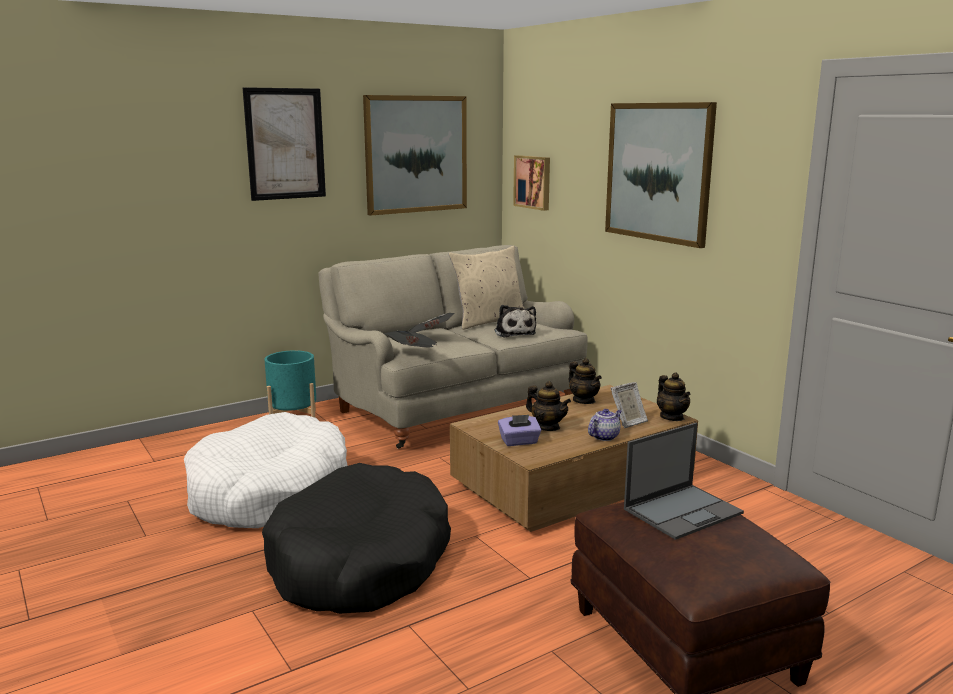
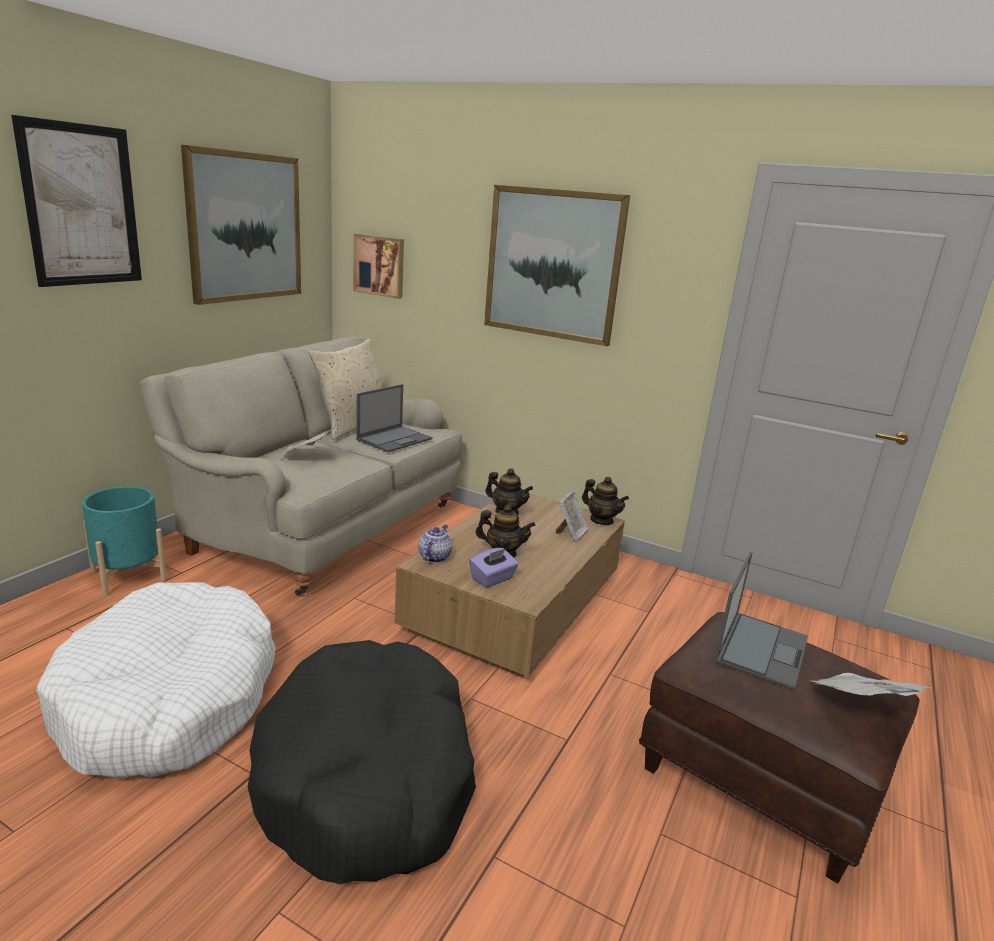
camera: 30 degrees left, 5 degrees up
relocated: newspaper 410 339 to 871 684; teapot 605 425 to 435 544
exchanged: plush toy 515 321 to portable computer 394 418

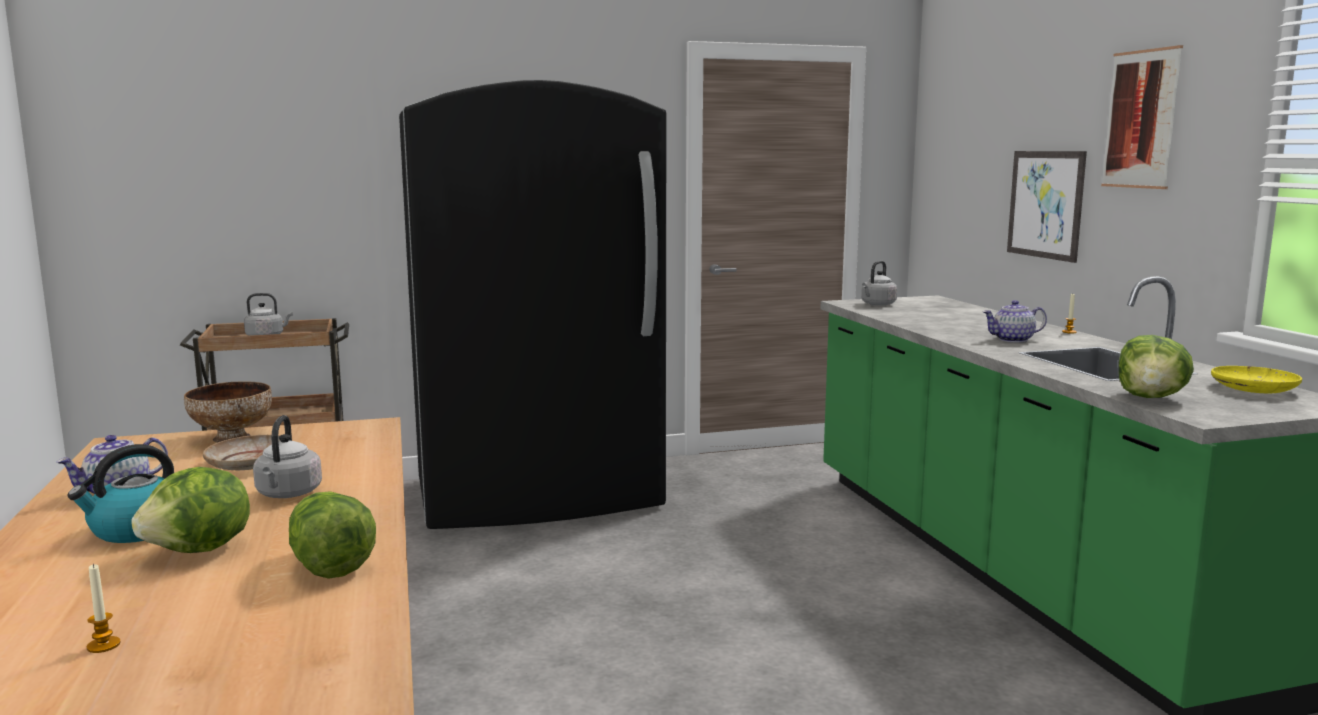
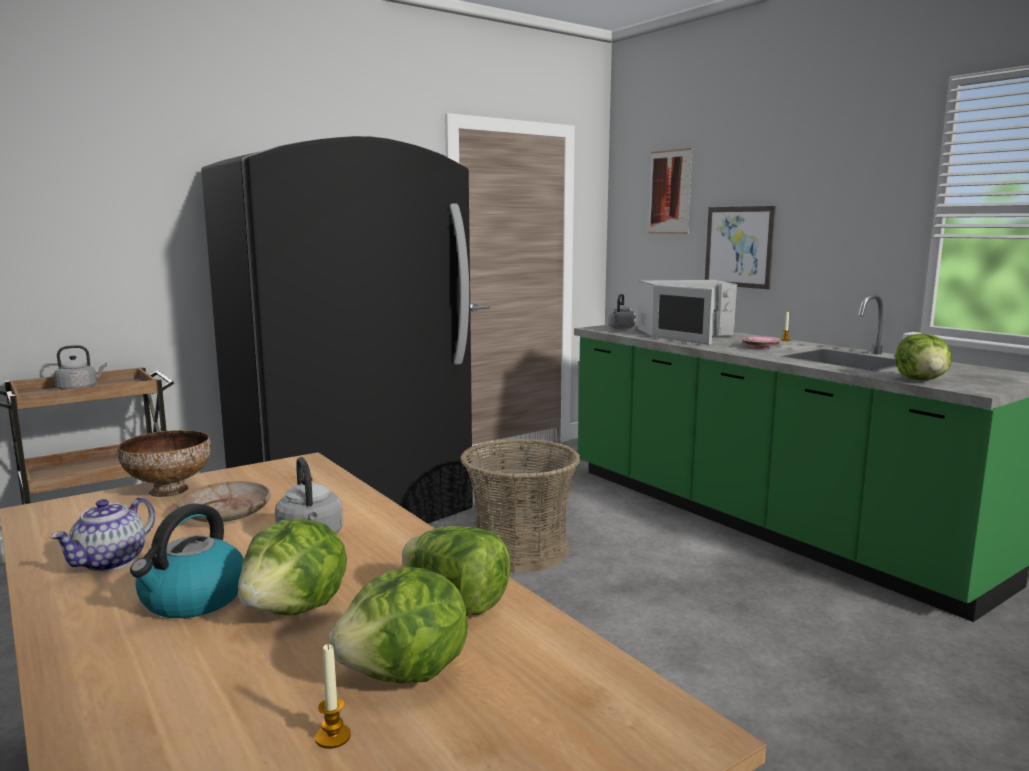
camera: 20 degrees left, 0 degrees up
missing: flat dish (yellow-coloured) 1256 380
appeared: lettuce 398 625; basket 520 505; microwave oven (white) 687 312
relocated: wall art 1142 117 to 670 191
exchanged: teapot 1015 321 to flat dish (pink) 761 342

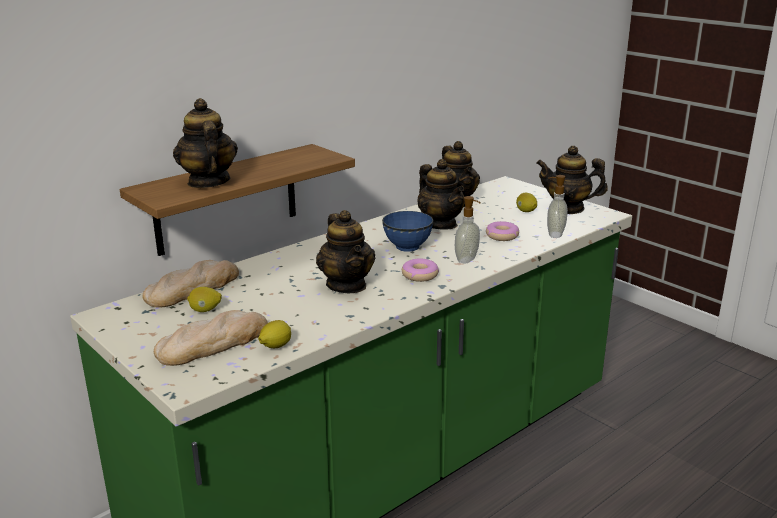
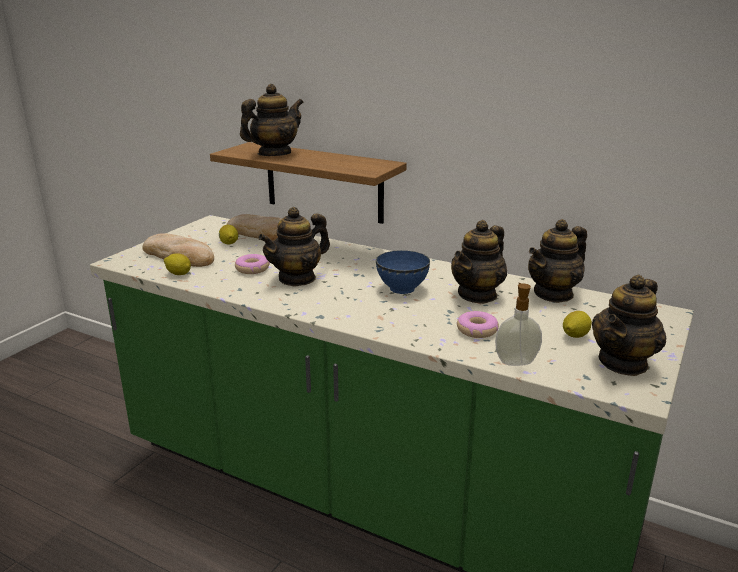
camera: 70 degrees right, 0 degrees up
missing: soap dispenser 468 229
relocated: ring doughnut 420 270 to 252 264
spun: teapot 572 180 = 629 325 135 degrees counterclockwise

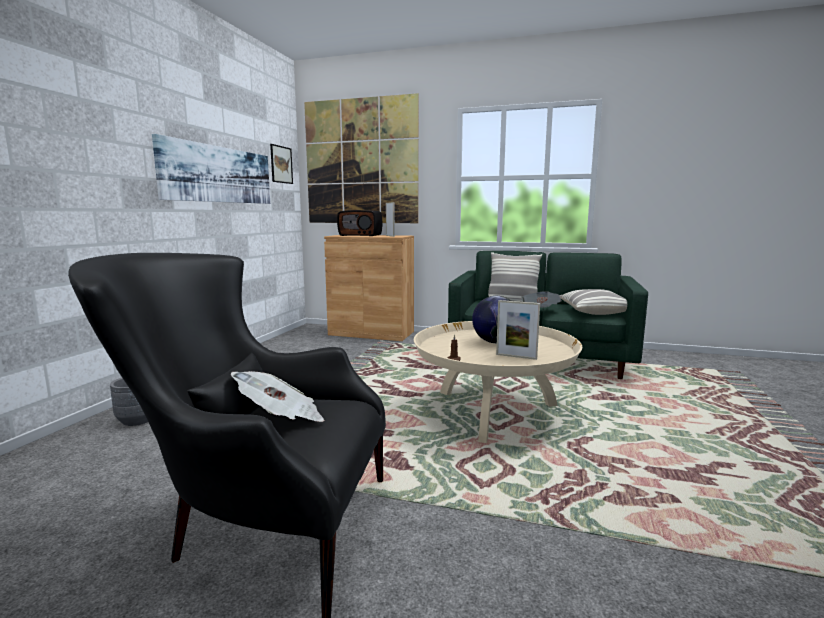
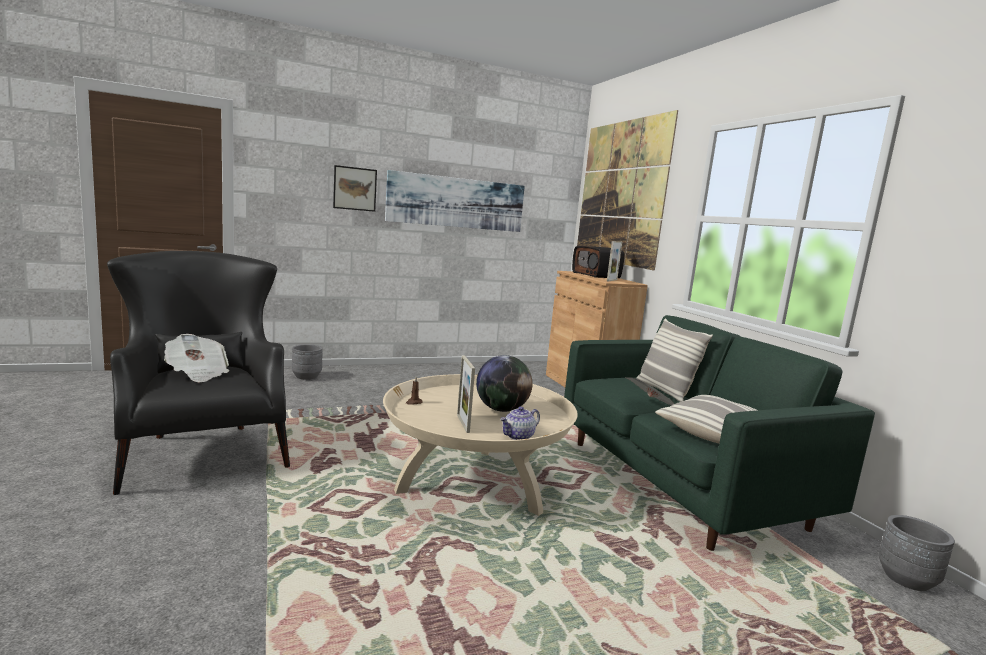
camera: 50 degrees right, 0 degrees up
appeared: teapot 520 423; planter (grey) 916 553
relocated: wall art 281 164 to 355 188

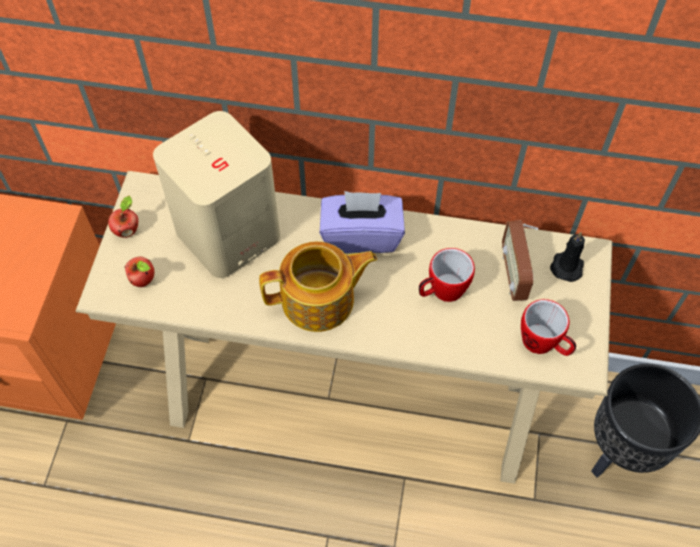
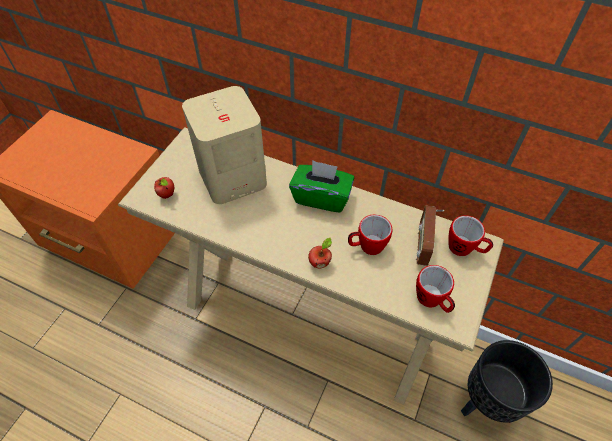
camera: 15 degrees right, 5 degrees down
missing: teapot 318 286
relocated: apple fruit 123 217 to 320 253
exchanged: wax candle (black) 567 257 to mug 471 235
colour: box of tissues (purple) 362 222 to box of tissues (green) 321 186

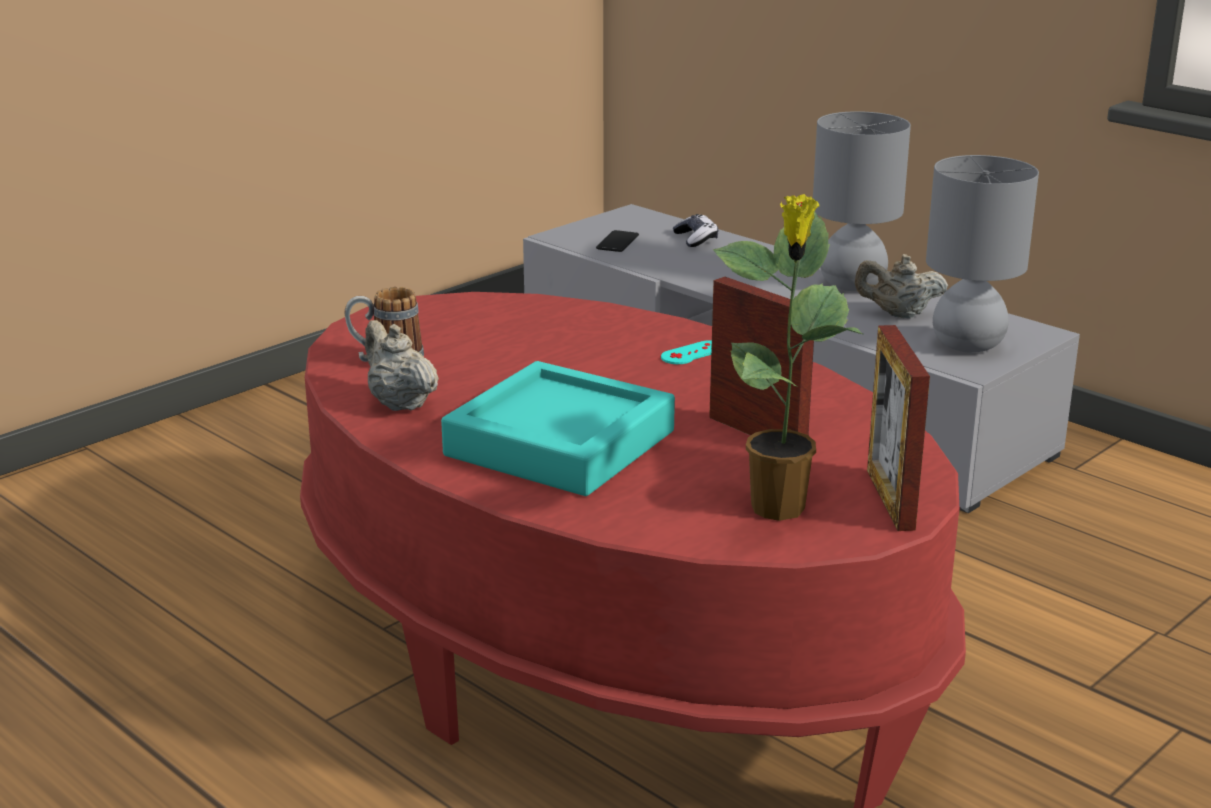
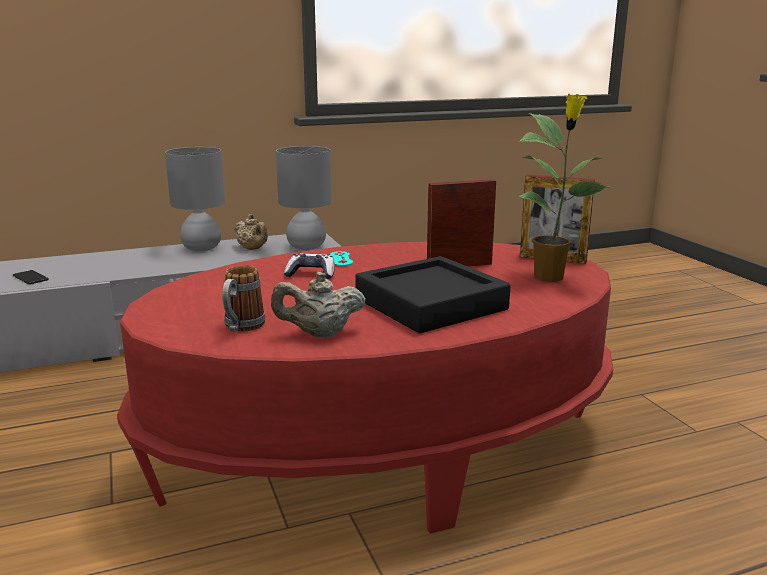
camera: 65 degrees left, 5 degrees down
relocated: joypad 695 230 to 309 266
colour: carrying tray (turquoise-coloured) 558 428 to carrying tray (black) 433 294
spun: teapot (sand-coloured) 901 286 = 251 232 75 degrees counterclockwise

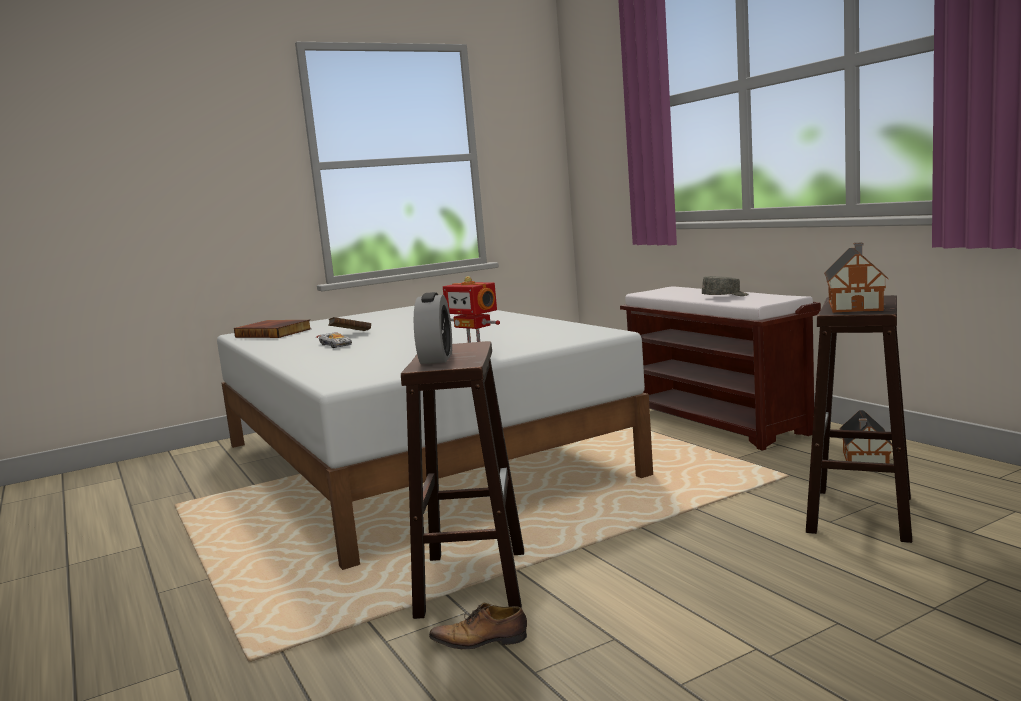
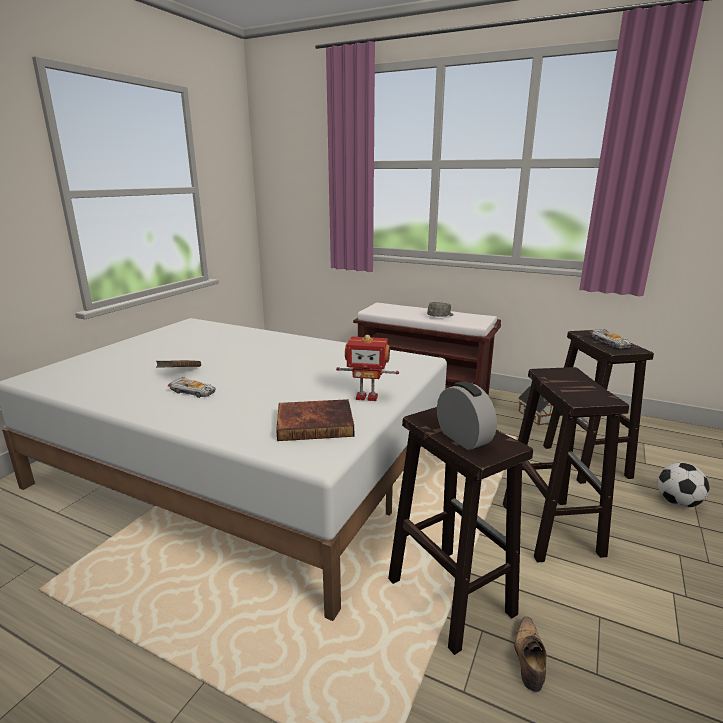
camera: 35 degrees left, 10 degrees up
appeared: stool (brownish) 566 465; football ball 683 485
relocated: volume 273 329 to 315 420
exchanged: model house 856 277 to miniature car 610 338
spun: item of footwear 478 626 = 530 654 135 degrees clockwise

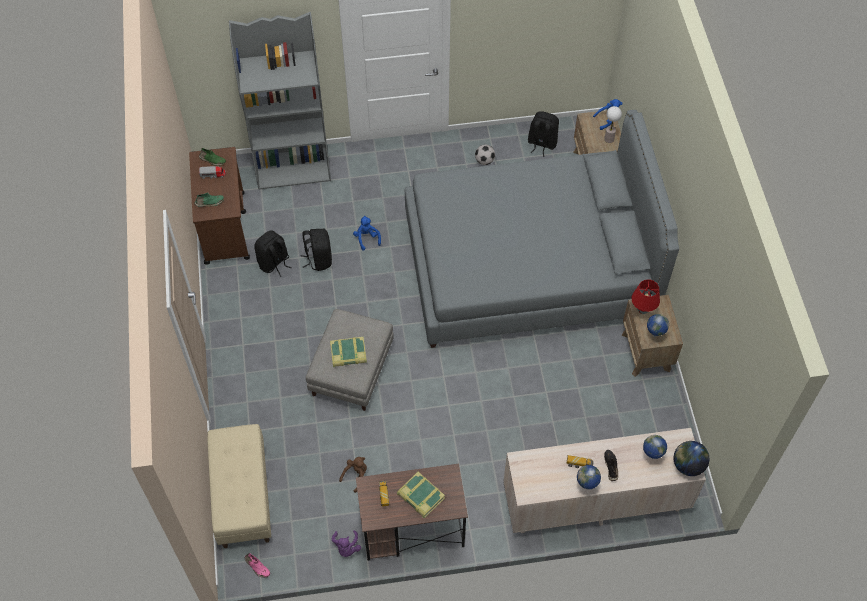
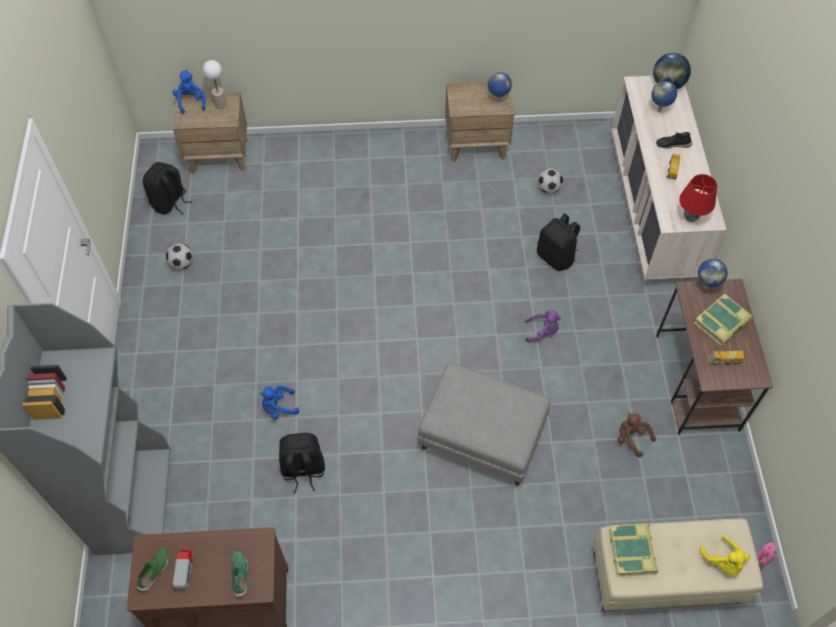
camera: 85 degrees left, 0 degrees up
missing: bedroom bed (grey) 542 229
appeared: football ball 550 181; plush toy (yellow-coloured) 725 556
relocated: backpack (black) 273 253 to 558 242; volume 348 352 to 633 549; plush toy (purple) 346 543 to 543 326; desk globe 589 477 to 713 274; tabletop lamp (red-coloured) 646 296 to 698 198

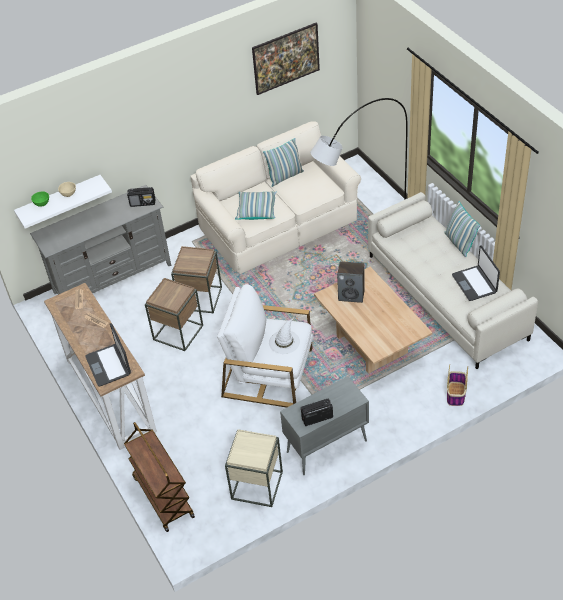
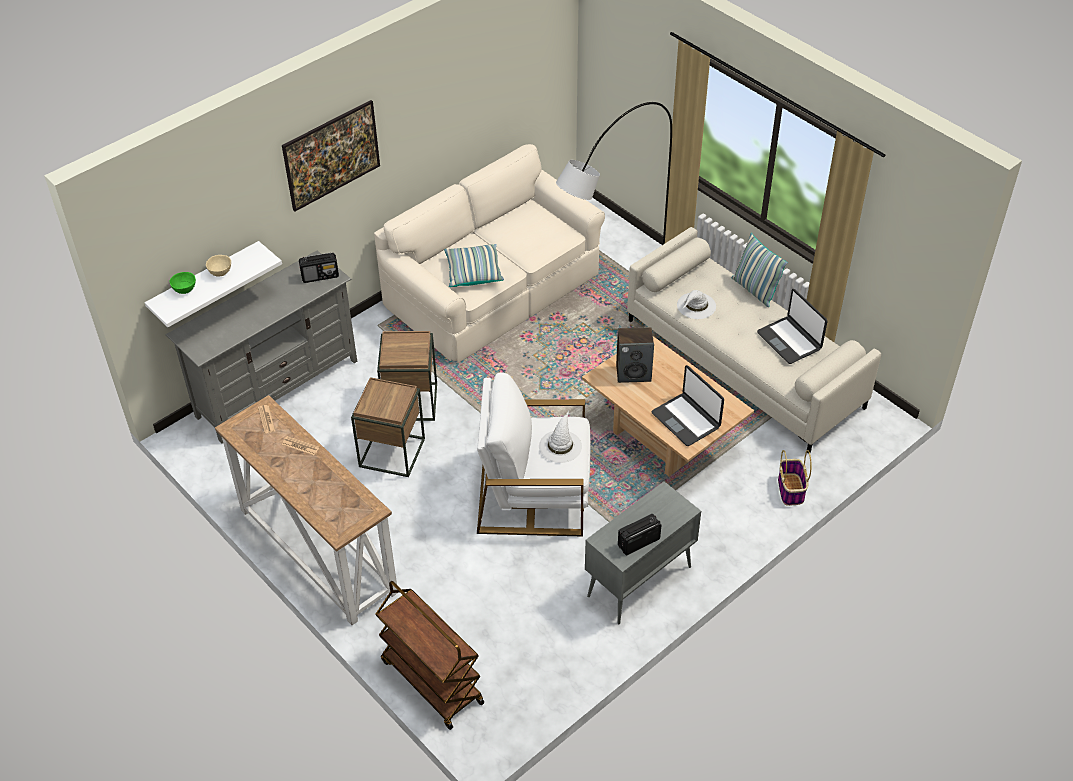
camera: 15 degrees left, 0 degrees up
missing: accent table (sand-coloured) 254 468; cushion 283 162
appeared: clothing hat (white) 696 304
relocated: portable computer 108 355 to 687 405; wall art 286 58 to 331 156

